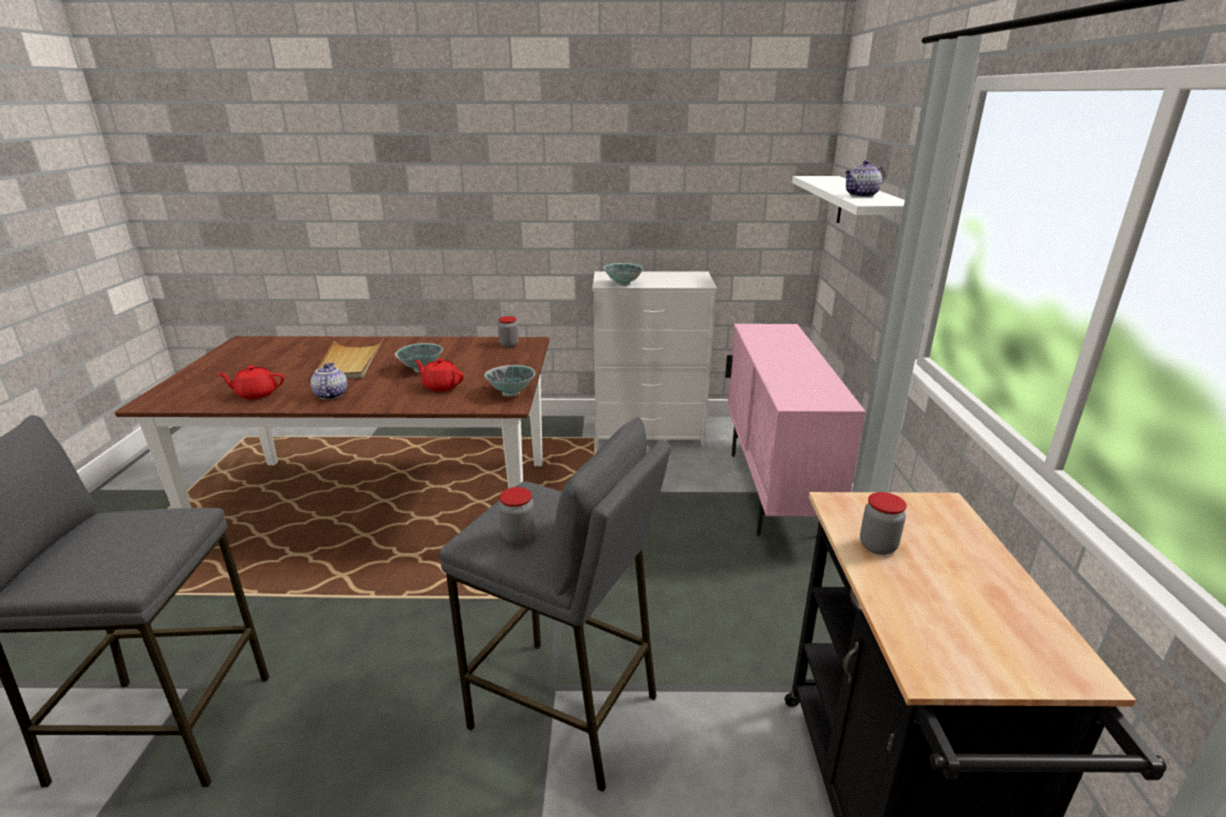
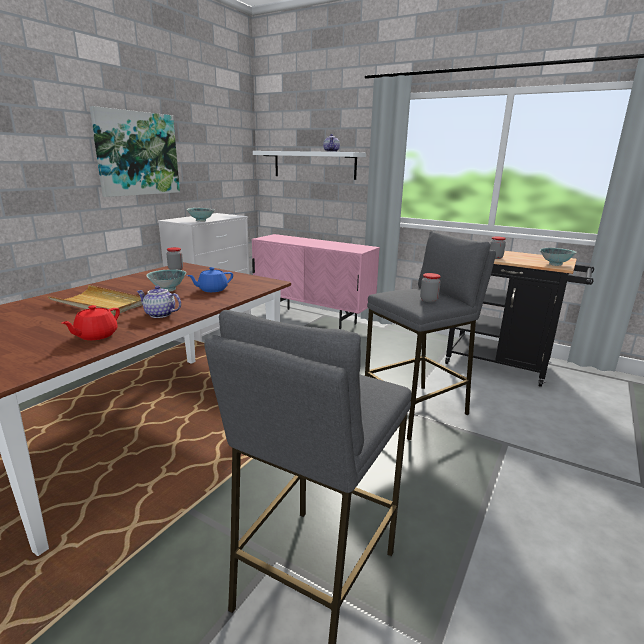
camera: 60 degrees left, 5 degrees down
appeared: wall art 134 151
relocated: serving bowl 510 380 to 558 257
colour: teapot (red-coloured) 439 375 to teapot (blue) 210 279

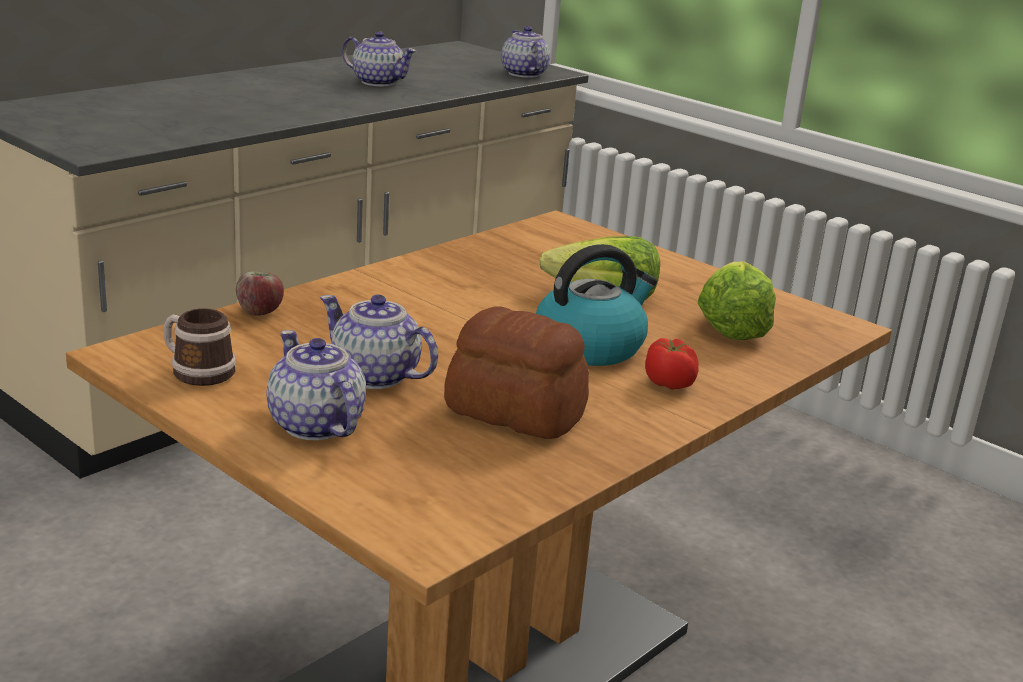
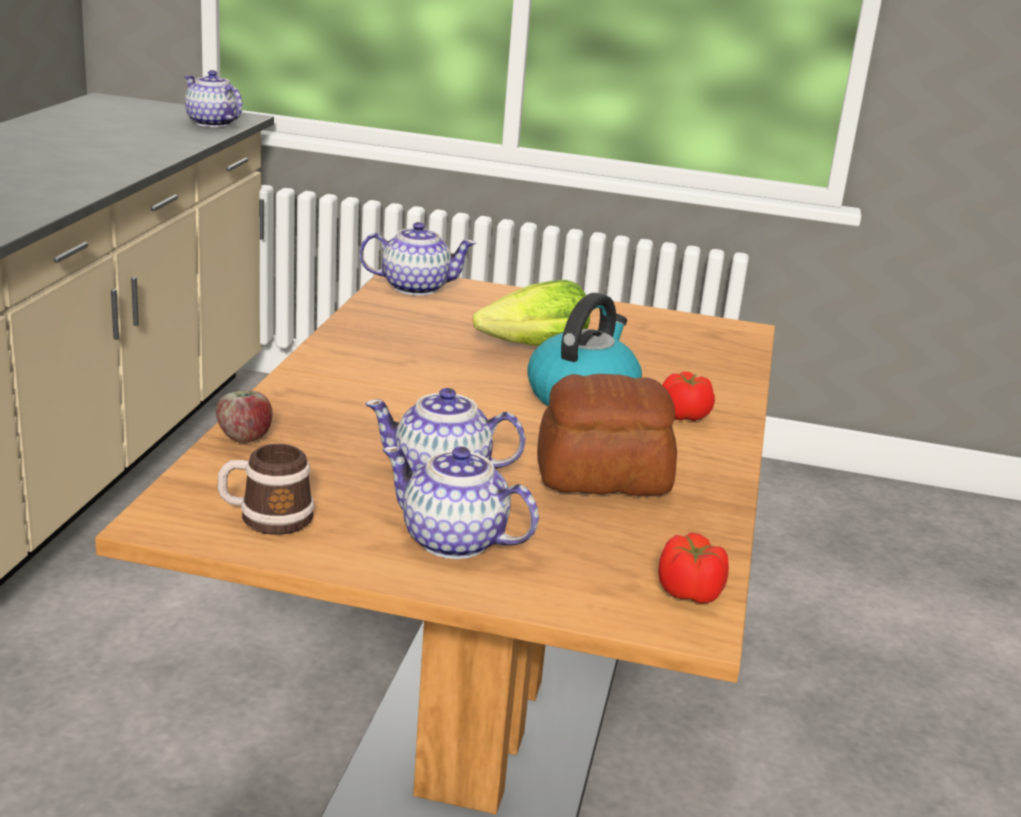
camera: 30 degrees left, 0 degrees up
missing: lettuce 737 300
appeared: fresh tomato 693 568
relocated: teapot 379 58 to 417 259

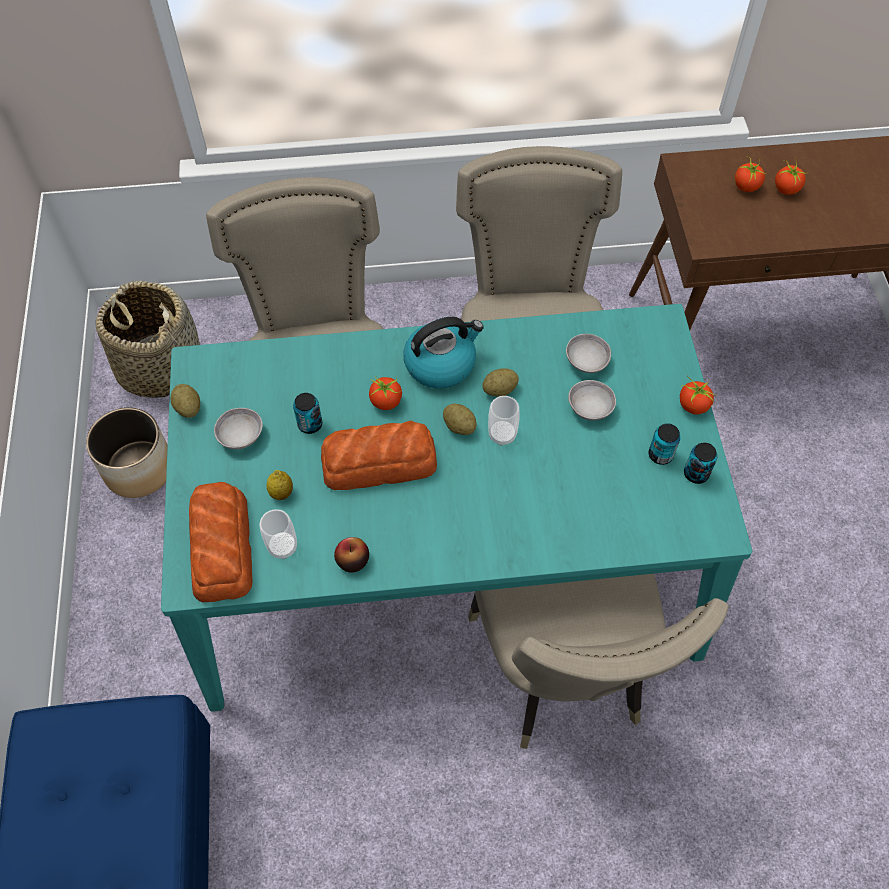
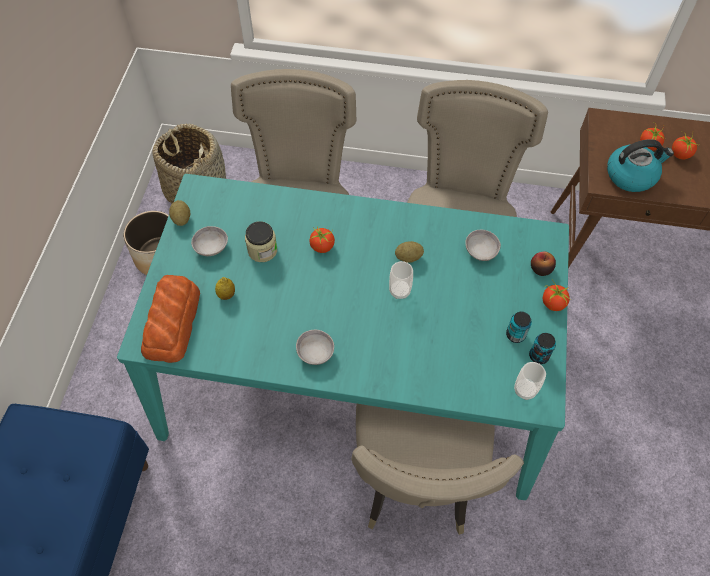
camera: 15 degrees right, 0 degrees up
missing: baked bread 379 455; potato 460 419
relocated: drinking cup 278 534 to 530 381; apple fruit 351 554 to 543 264; tea kettle 444 353 to 640 165; serving bowl (grey) 592 400 to 315 347
exchanged: sealed can 307 413 to storage jar 261 241

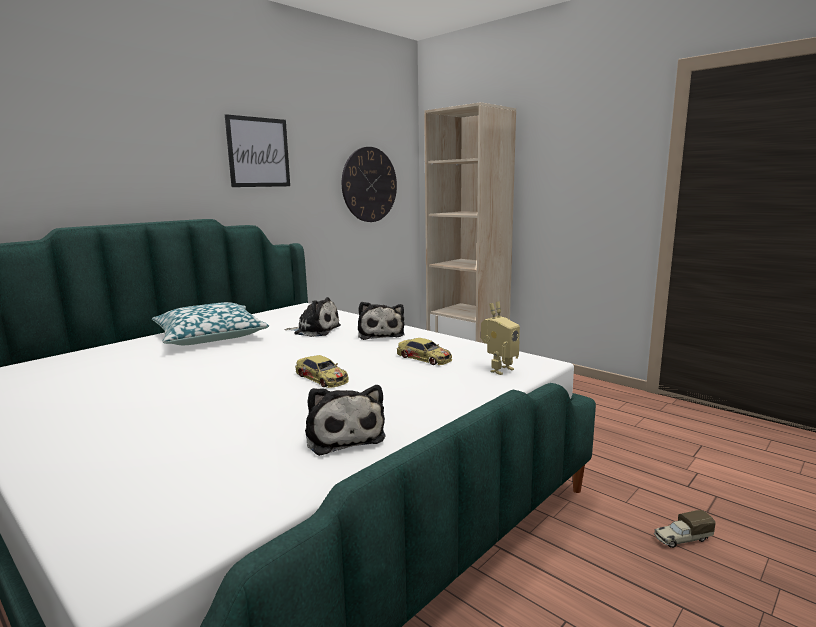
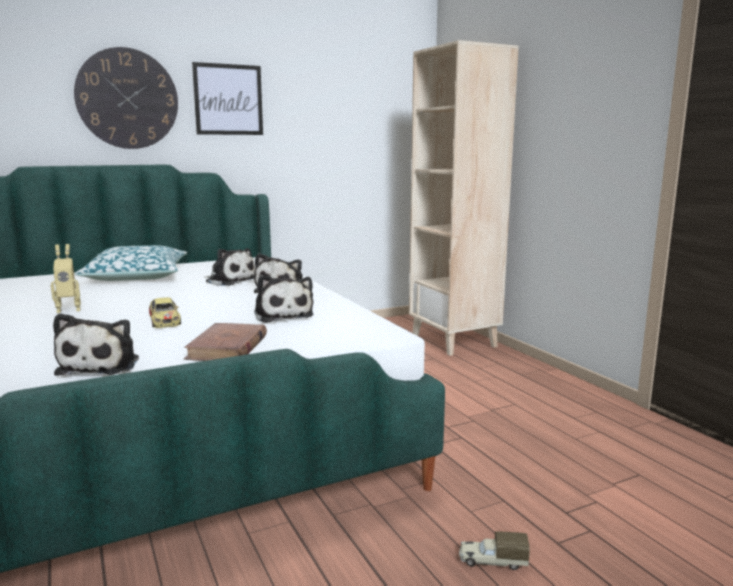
camera: 20 degrees right, 0 degrees up
appeared: volume (brownish) 225 342
relocated: wall clock 369 184 to 126 98; robot figure 500 338 to 66 278
exchanged: miniature car 424 351 to plush toy 284 299

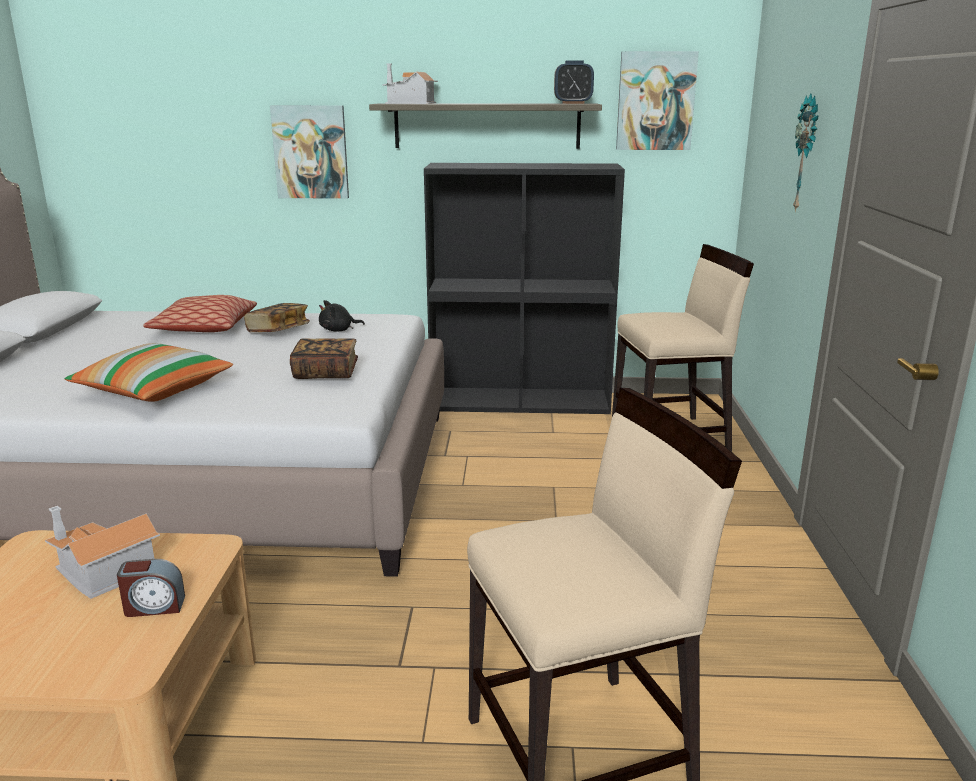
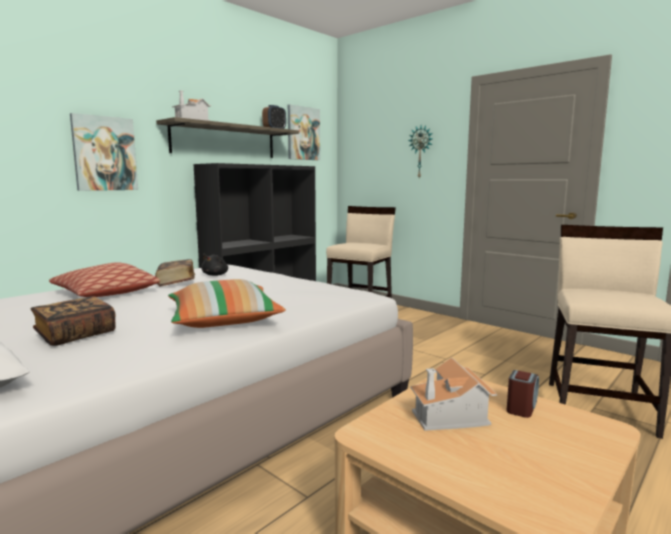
camera: 50 degrees left, 10 degrees down
relocated: volume 324 358 to 72 321

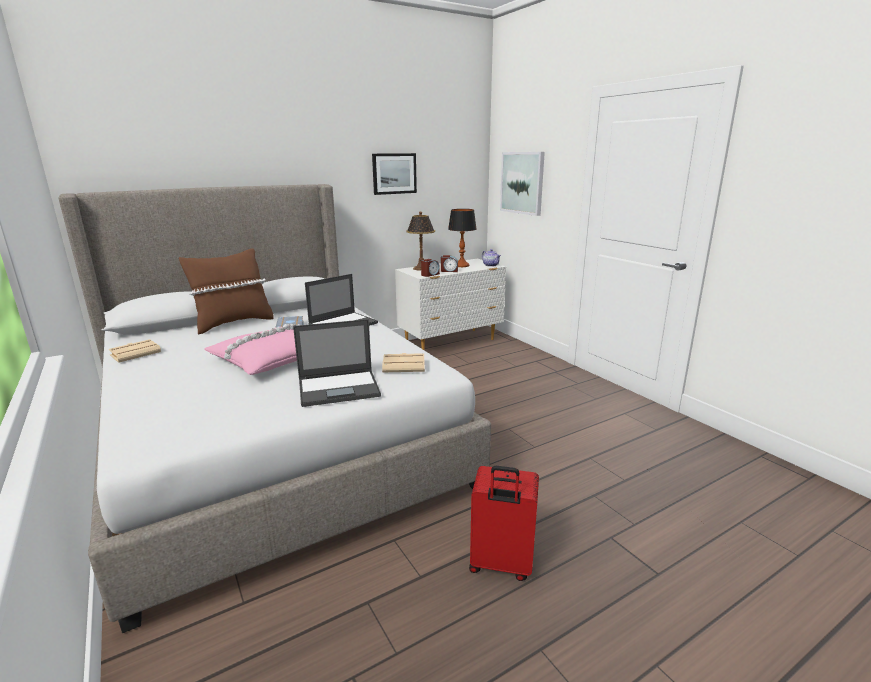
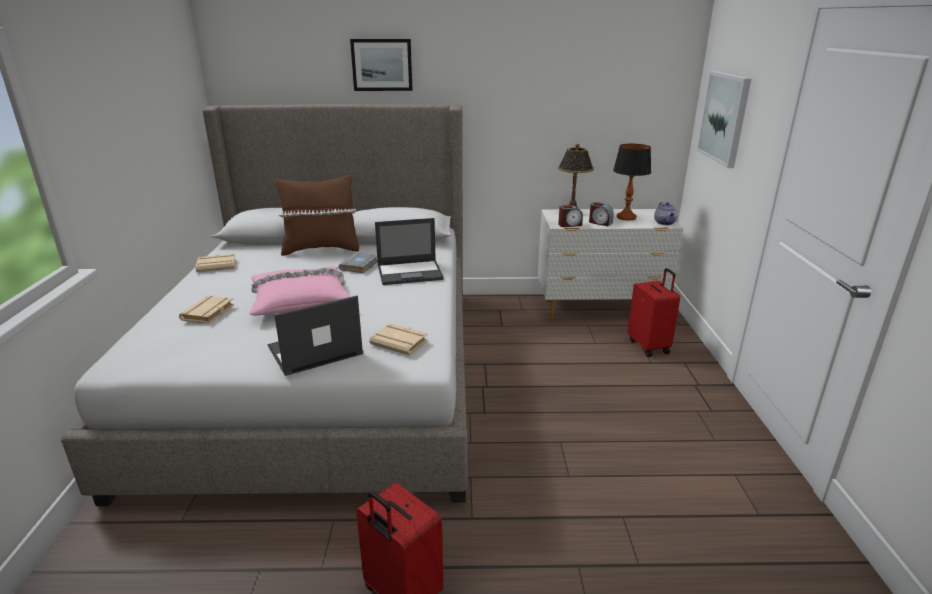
camera: 30 degrees right, 5 degrees up
appeared: volume (sand-coloured) 206 310; travel case (red-coloured) 654 312
relocated: wall art 394 174 to 381 65
spun: portable computer 337 363 = 315 335 135 degrees clockwise

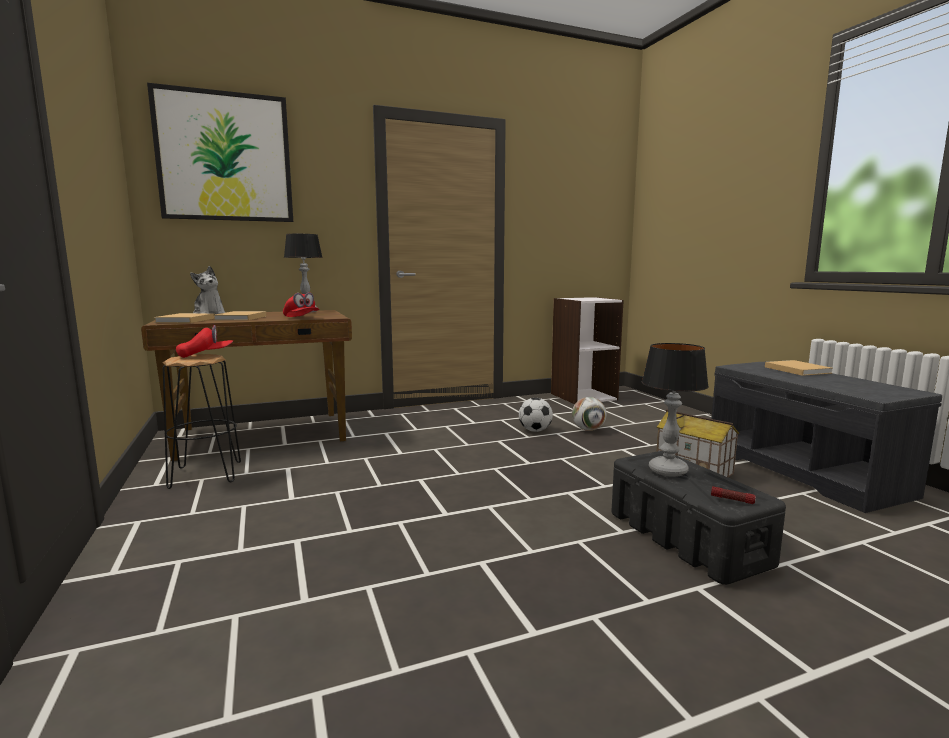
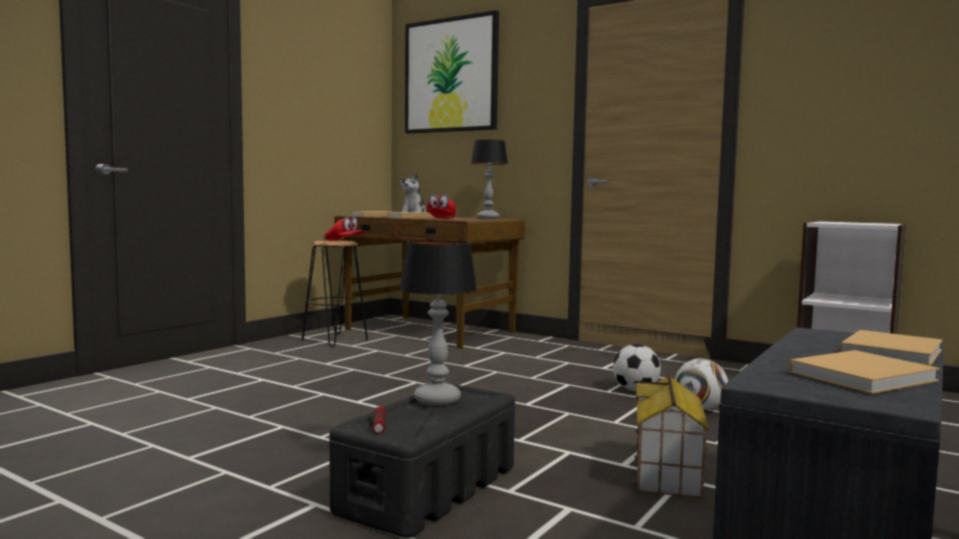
camera: 55 degrees right, 5 degrees down
appeared: volume (sand-coloured) 864 372

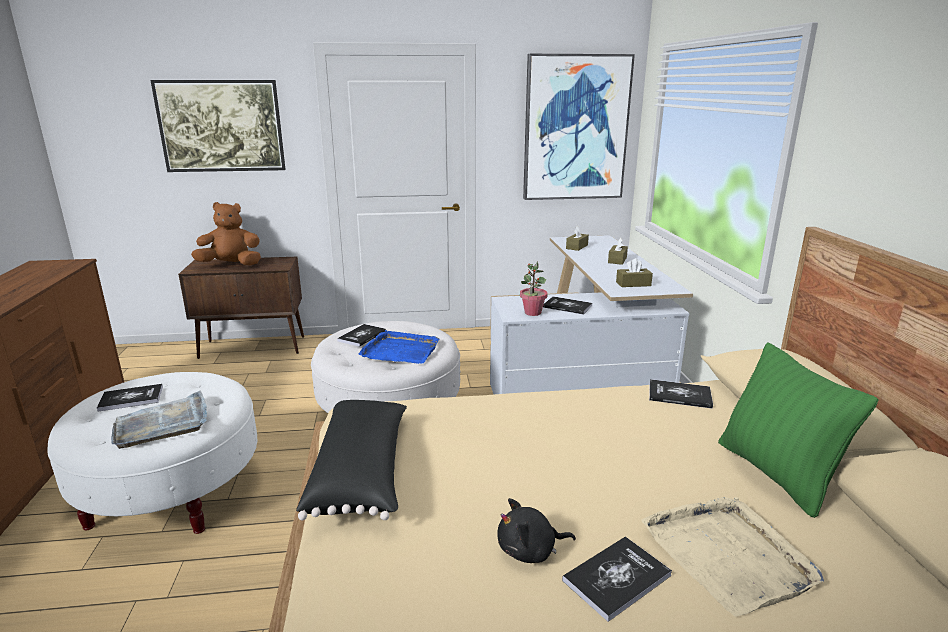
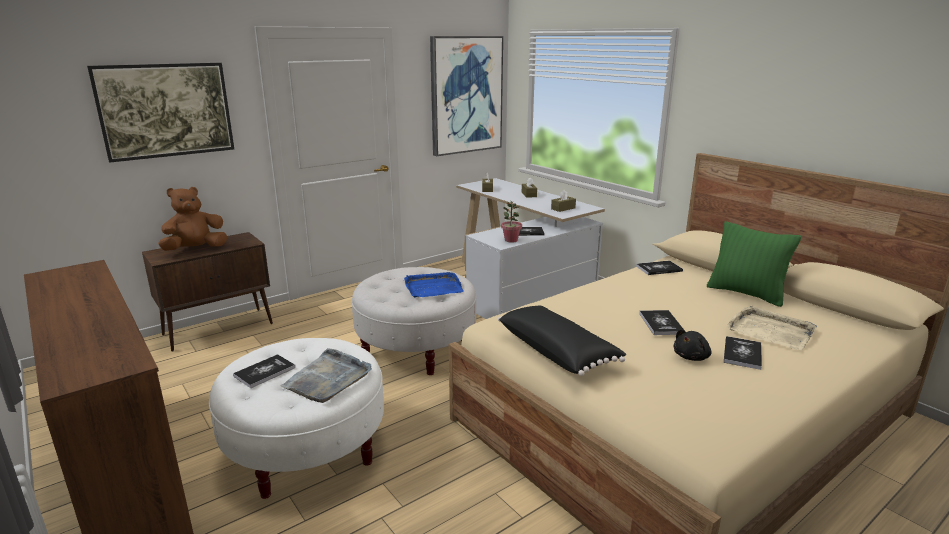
camera: 30 degrees left, 0 degrees up
relocated: volume 361 335 to 661 322

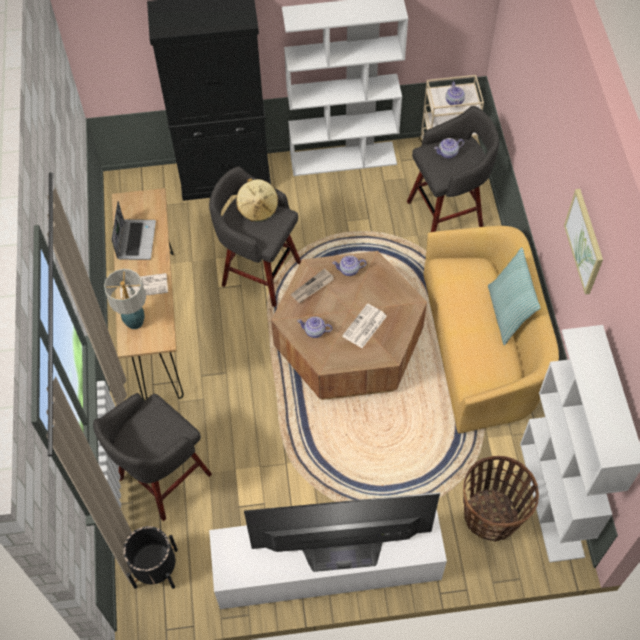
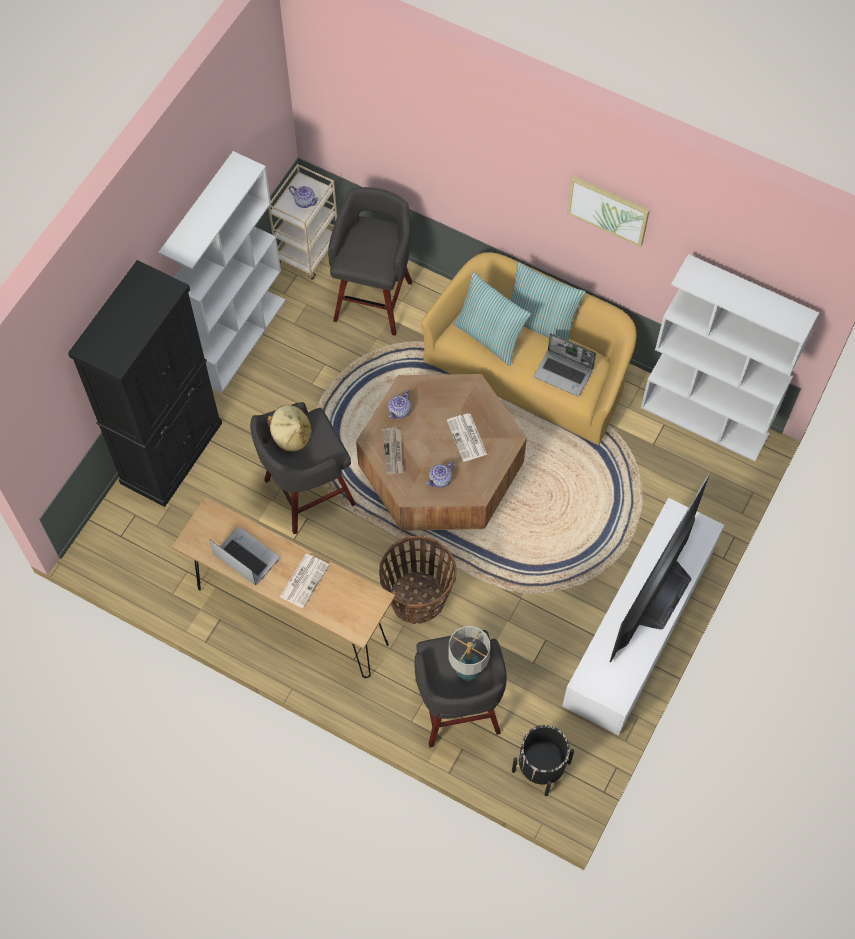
camera: 55 degrees left, 5 degrees up
missing: teapot 449 148
appeared: cushion 492 319; portable computer 565 364
relocated: tabletop lamp 125 299 to 469 653; basket 501 499 to 418 580

